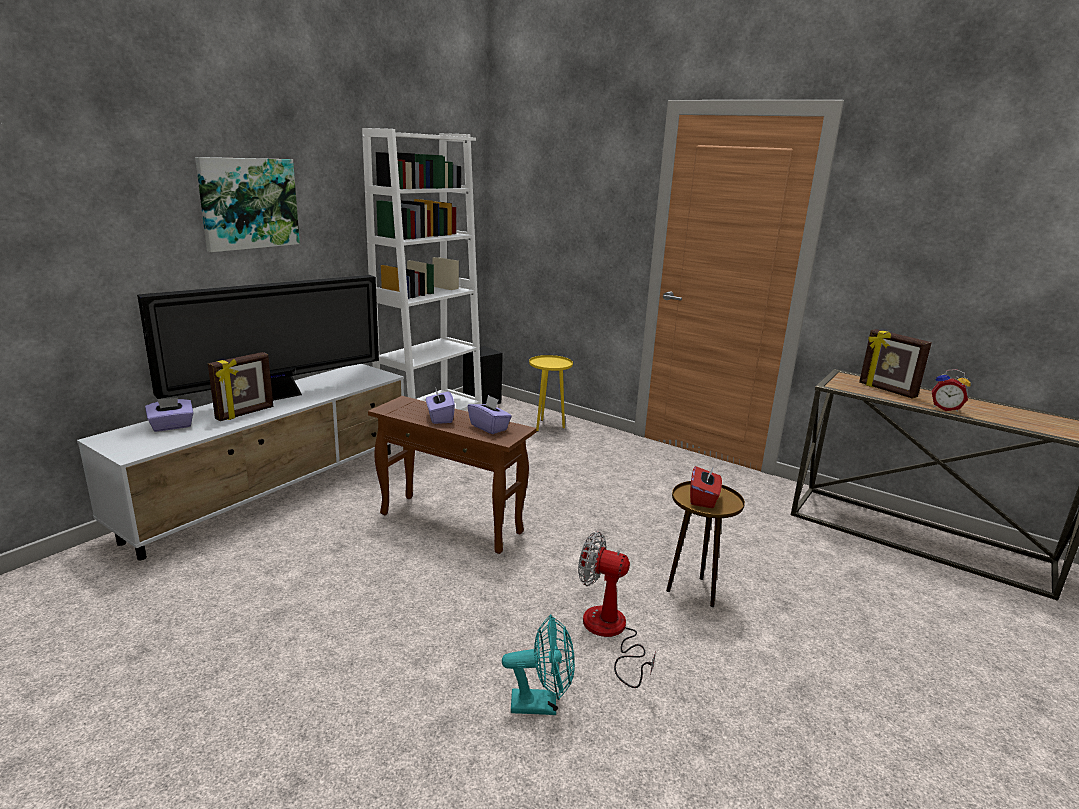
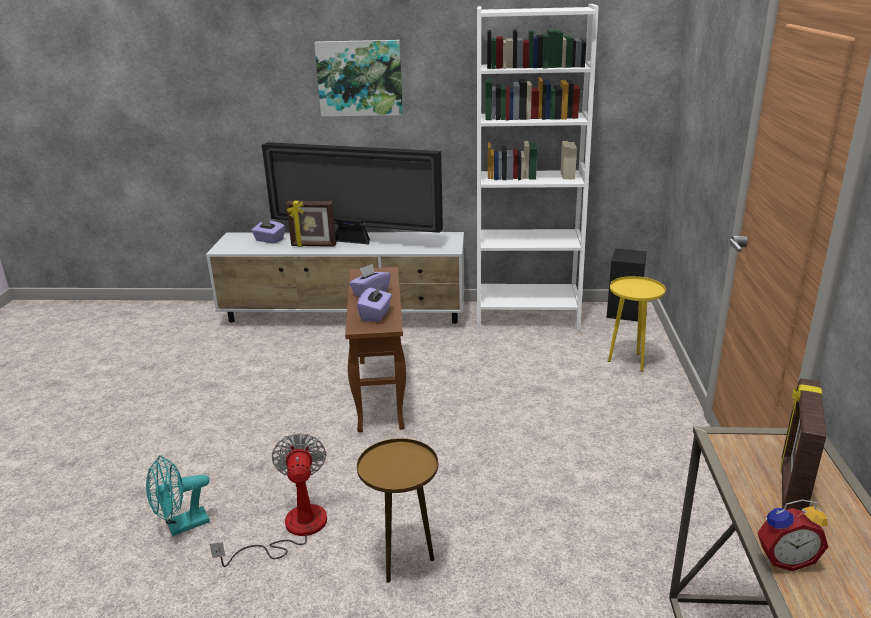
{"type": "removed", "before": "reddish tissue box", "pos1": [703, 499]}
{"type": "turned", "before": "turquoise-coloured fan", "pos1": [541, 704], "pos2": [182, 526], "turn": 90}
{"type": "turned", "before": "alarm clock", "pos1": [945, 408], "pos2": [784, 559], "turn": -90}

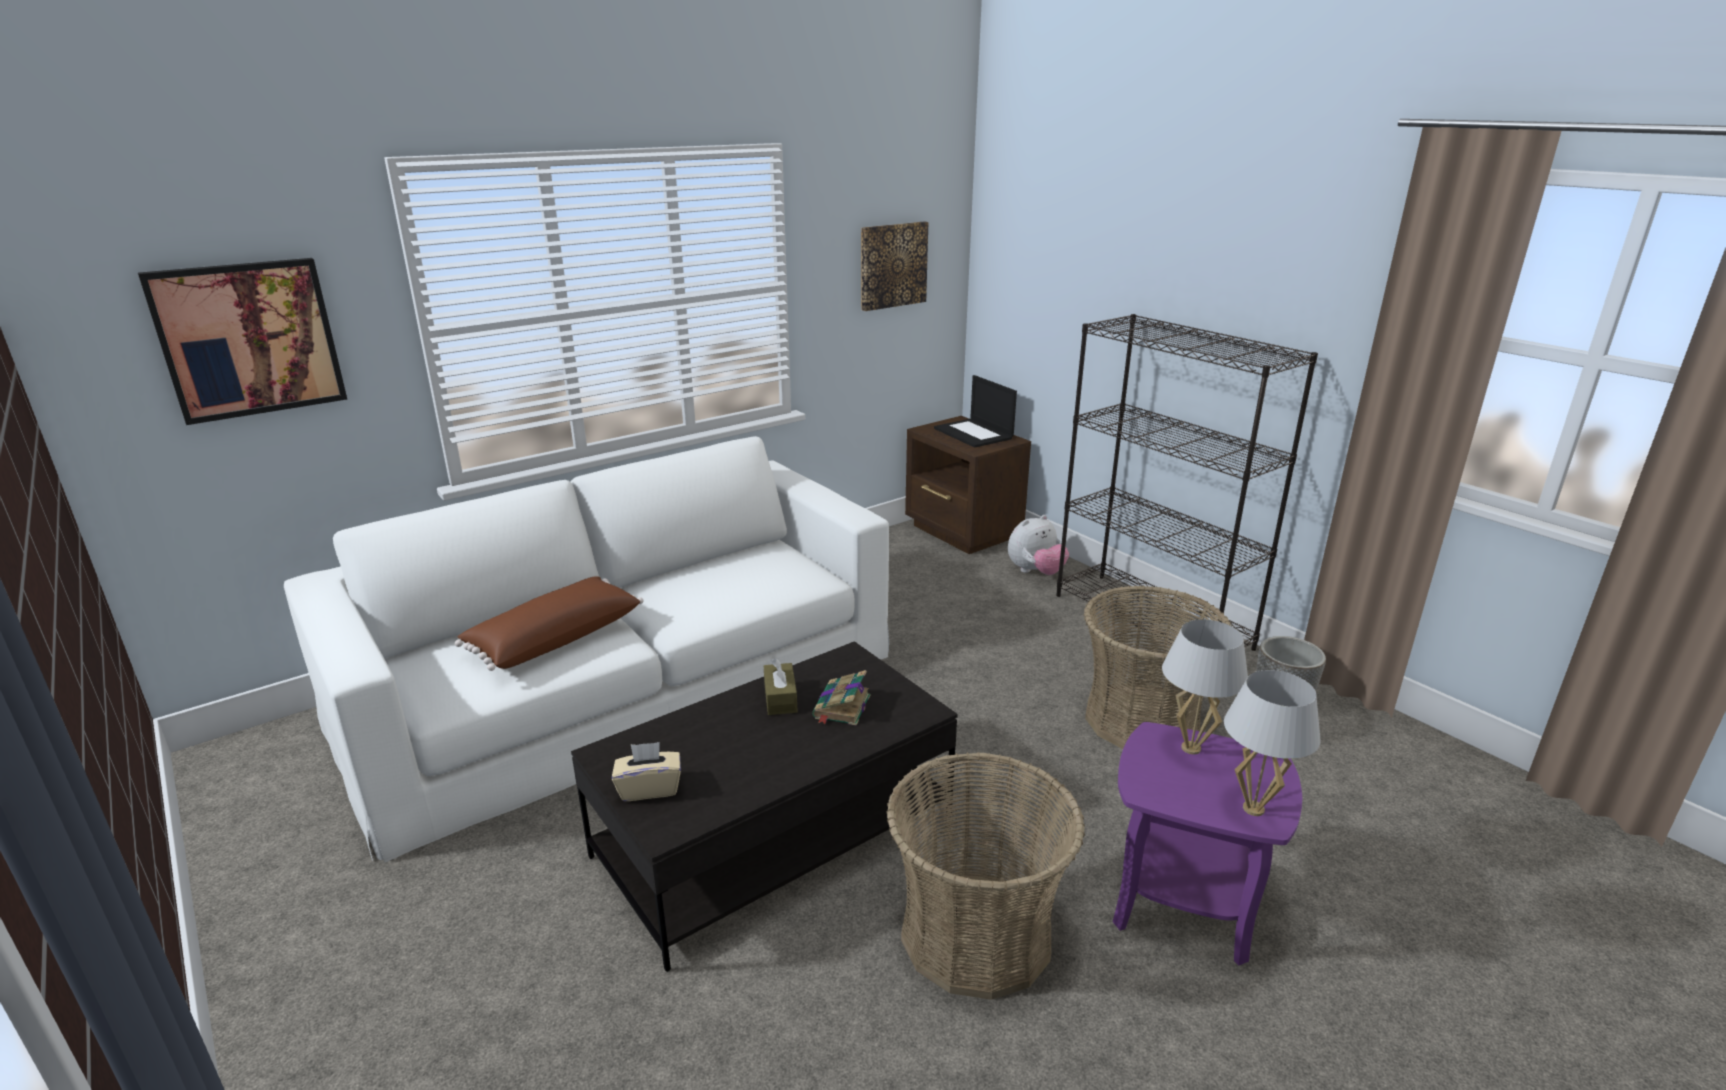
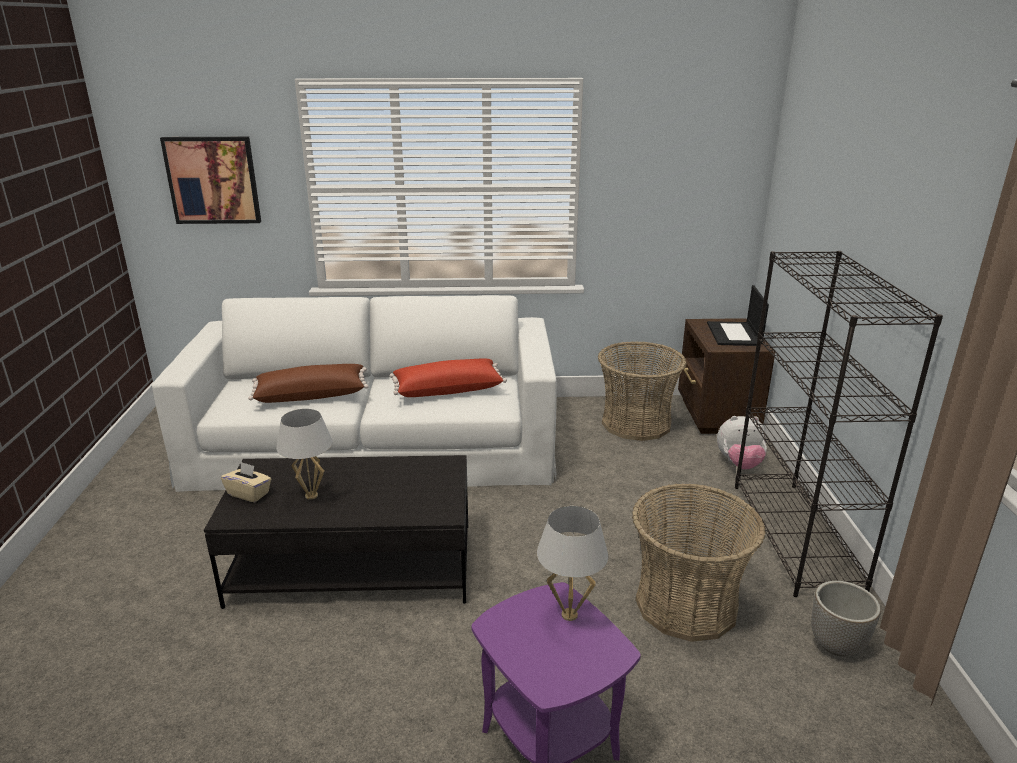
{"type": "removed", "before": "brownish tissue box", "pos1": [780, 698]}
{"type": "removed", "before": "volume", "pos1": [841, 707]}
{"type": "removed", "before": "picture", "pos1": [892, 265]}
{"type": "added", "after": "reddish throw pillow", "pos2": [448, 389]}
{"type": "moved", "before": "storage basket", "pos1": [975, 934], "pos2": [636, 423]}
{"type": "moved", "before": "white lamp for a table", "pos1": [1253, 808], "pos2": [311, 495]}

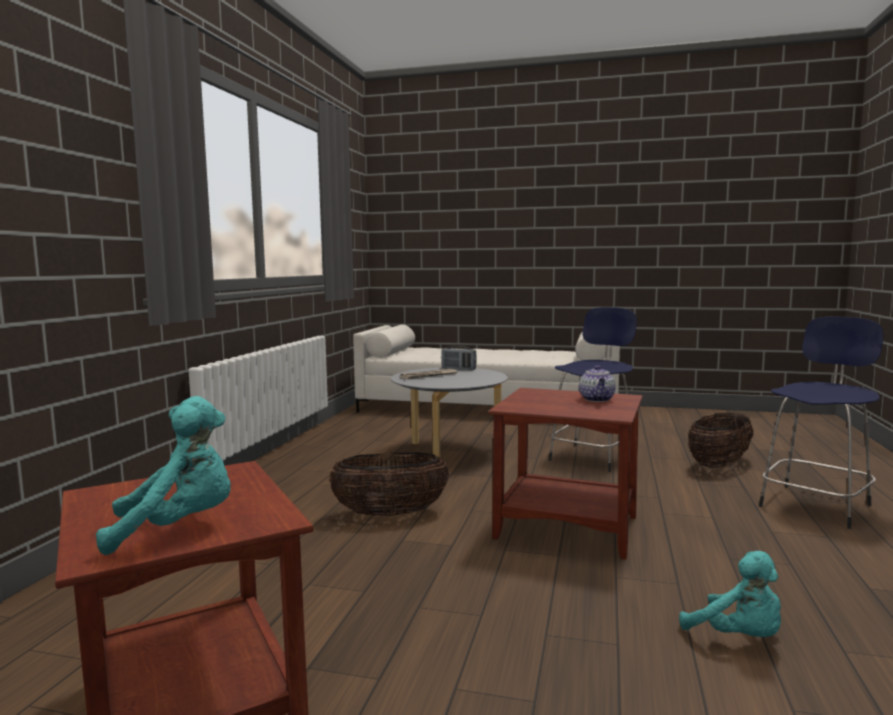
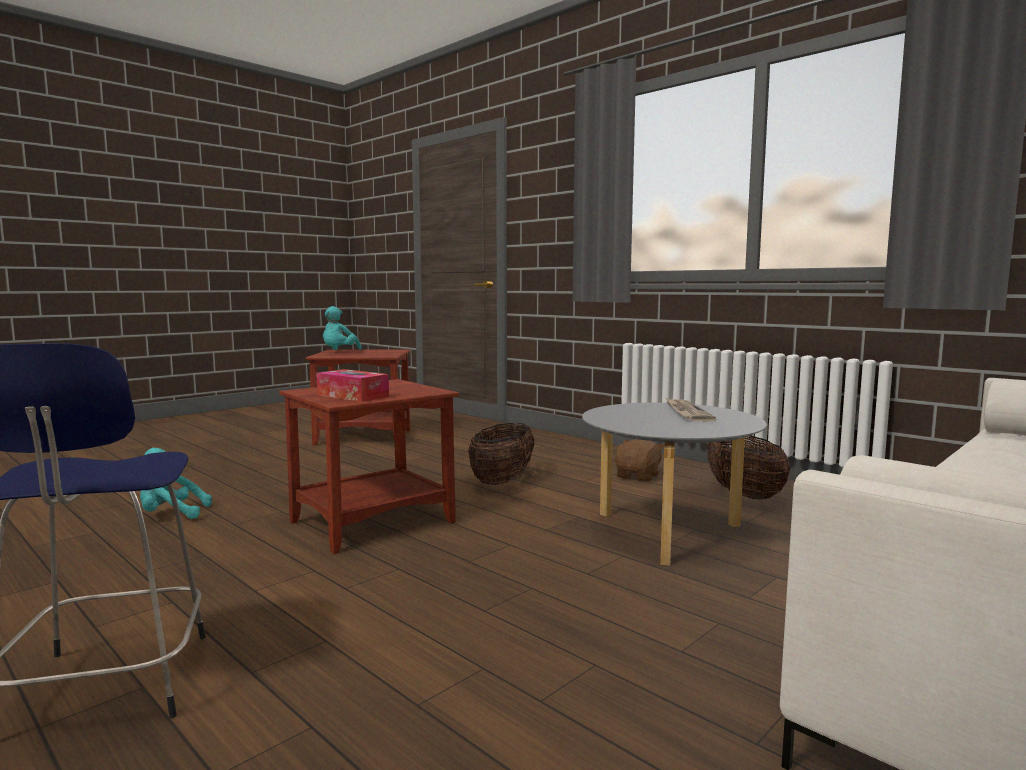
{"type": "removed", "before": "radio set", "pos1": [458, 369]}
{"type": "removed", "before": "blue-coloured stool seat", "pos1": [592, 457]}
{"type": "added", "after": "brownish soft toy", "pos2": [638, 476]}
{"type": "moved", "before": "storage basket", "pos1": [719, 465], "pos2": [743, 494]}
{"type": "replaced", "before": "pot for tea", "after": "tissue box", "pos1": [597, 399], "pos2": [352, 396]}

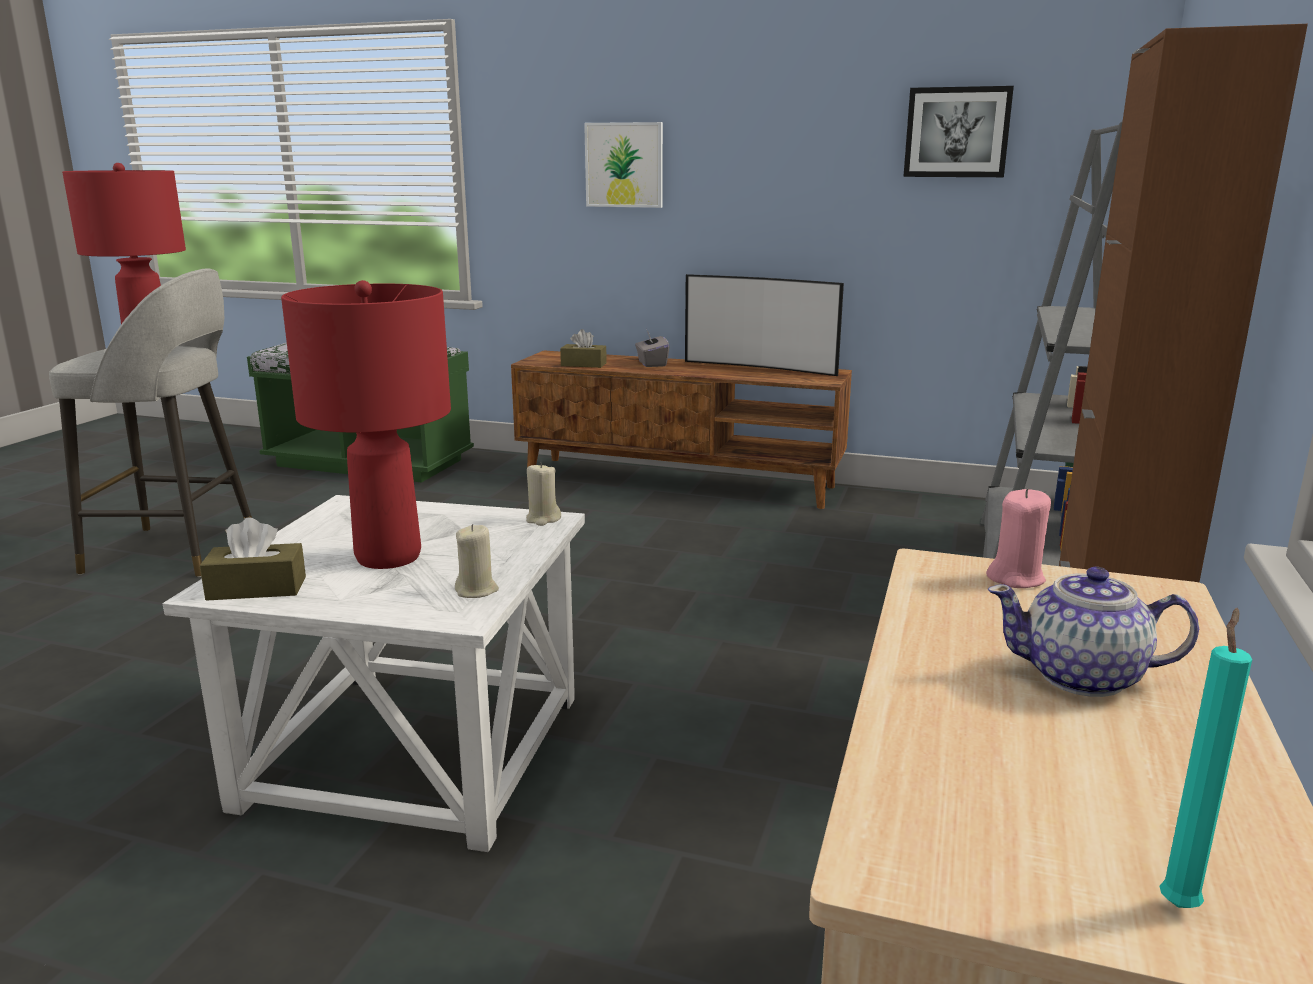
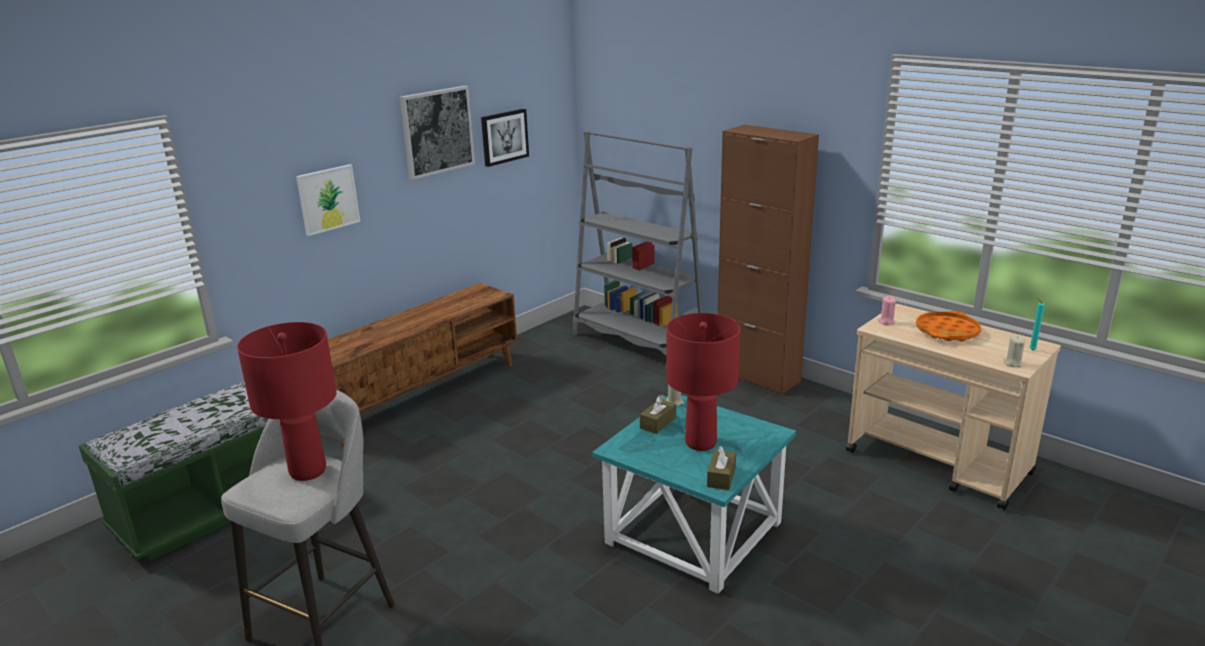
{"type": "removed", "before": "grey tissue box", "pos1": [651, 363]}
{"type": "removed", "before": "TV set", "pos1": [761, 367]}
{"type": "added", "after": "picture", "pos2": [437, 131]}
{"type": "moved", "before": "sand-coloured wax light", "pos1": [477, 590], "pos2": [1012, 363]}
{"type": "moved", "before": "brownish tissue box", "pos1": [583, 364], "pos2": [658, 423]}
{"type": "replaced", "before": "pot for tea", "after": "orangey carrying tray", "pos1": [1083, 677], "pos2": [947, 332]}
{"type": "recoloured", "before": "white end table", "after": "turquoise-coloured end table", "pos1": [416, 754], "pos2": [696, 532]}

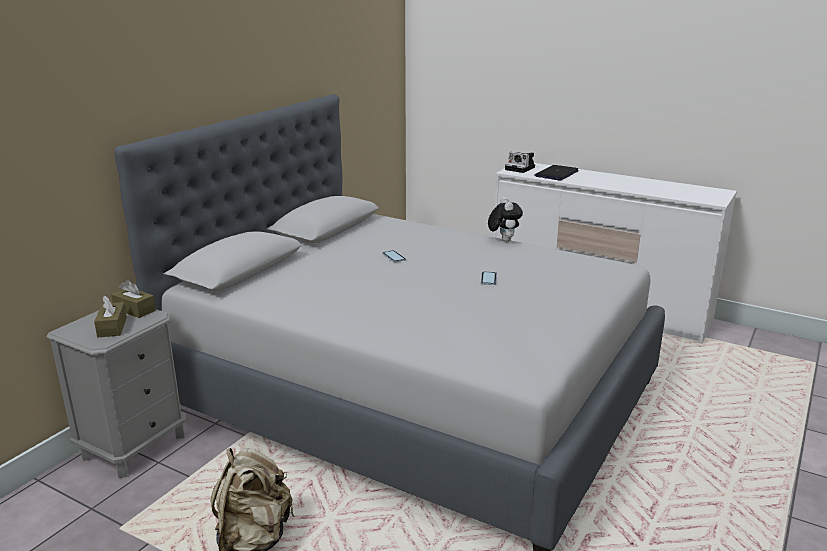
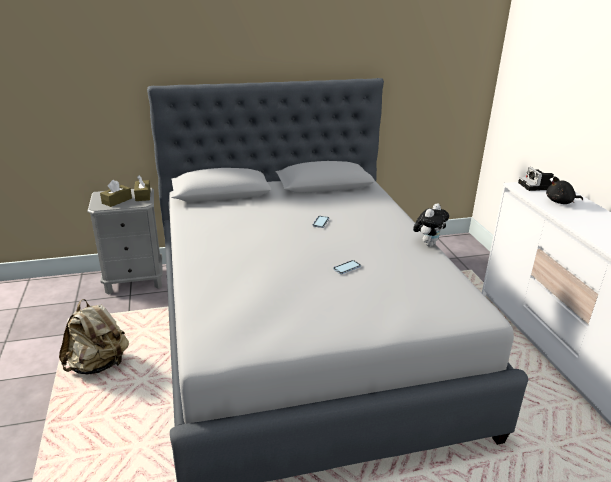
{"type": "replaced", "before": "portable computer", "after": "black-coloured soft toy", "pos1": [556, 174], "pos2": [560, 202]}

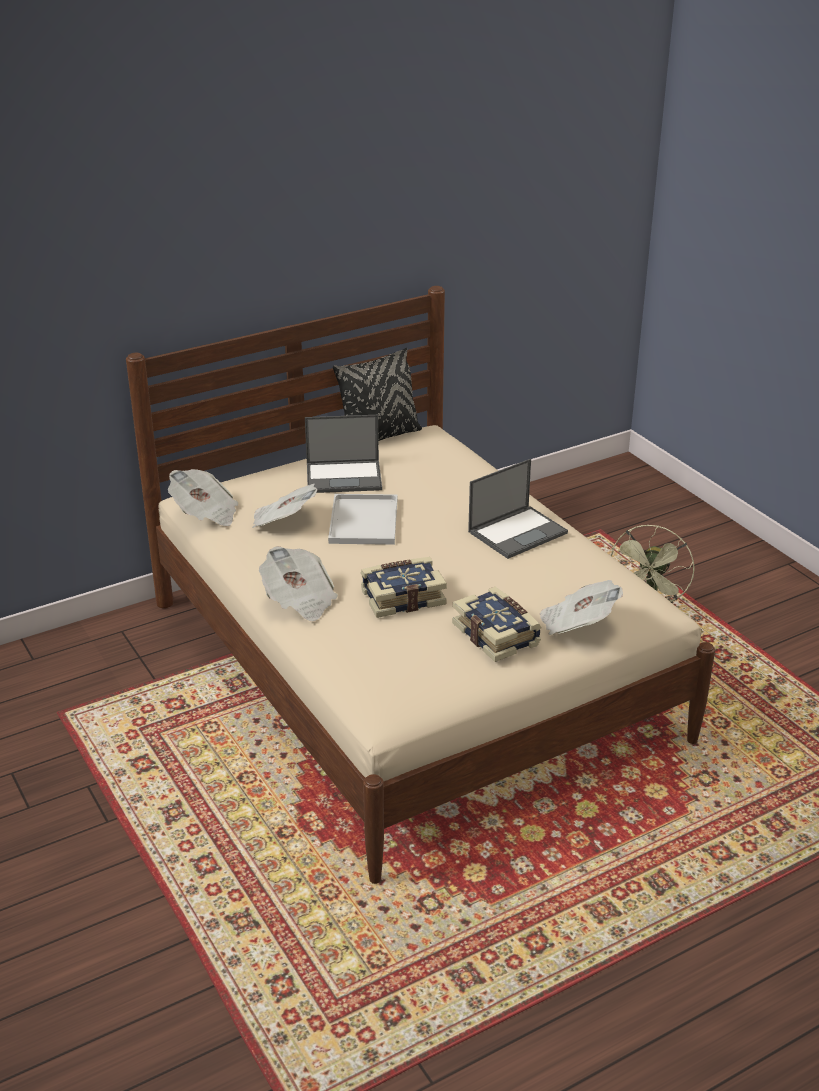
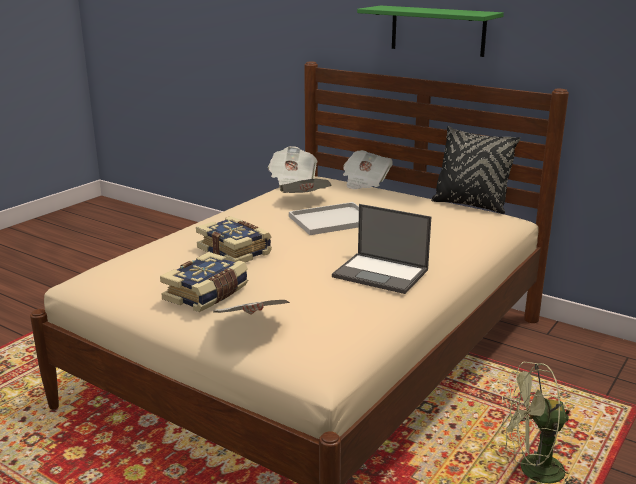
{"type": "removed", "before": "portable computer", "pos1": [345, 477]}
{"type": "added", "after": "greenish shelf", "pos2": [437, 30]}
{"type": "moved", "before": "printed paper", "pos1": [299, 600], "pos2": [365, 182]}

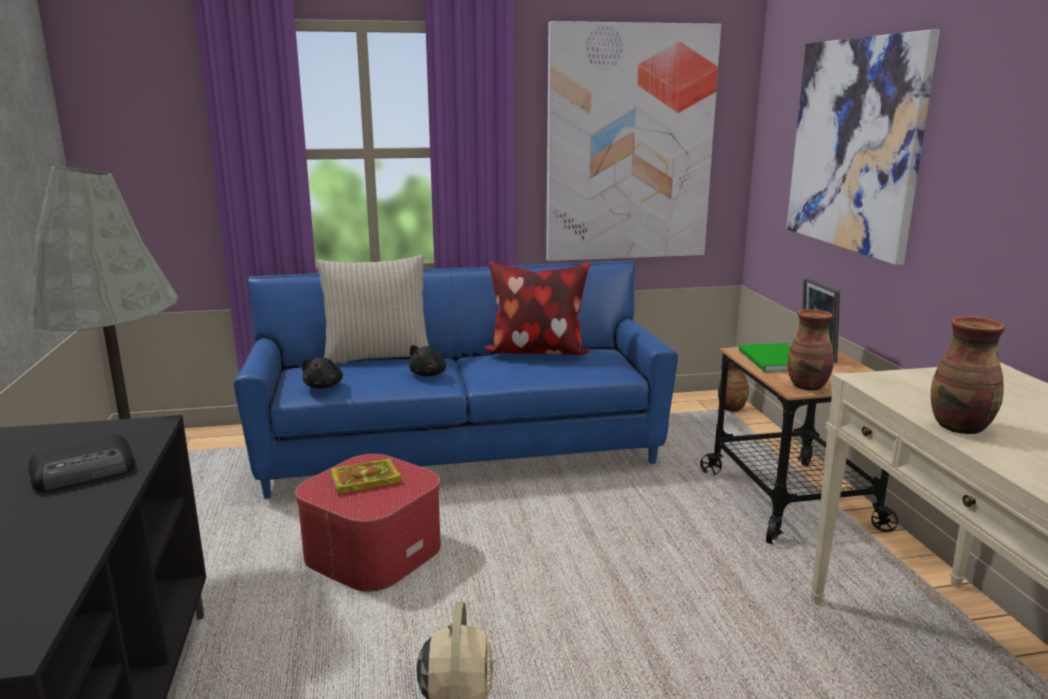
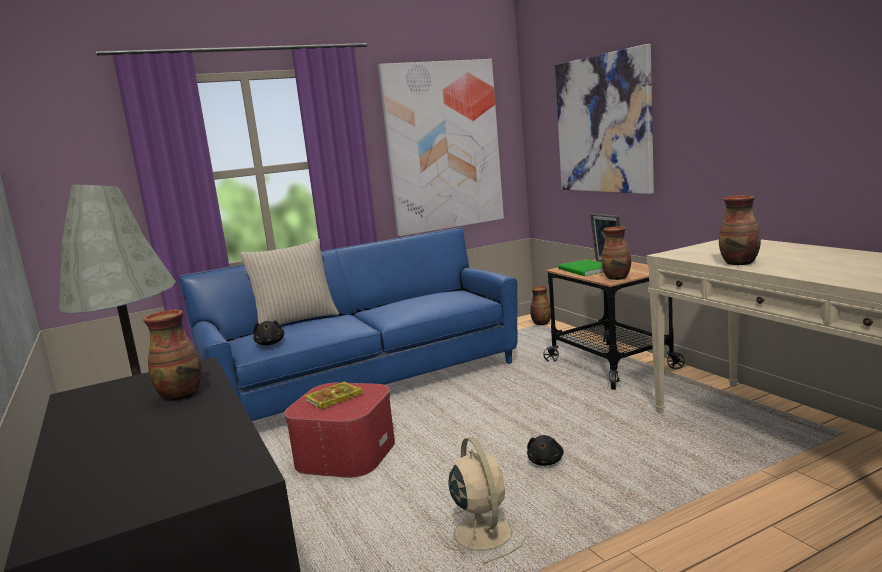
{"type": "removed", "before": "throw pillow", "pos1": [536, 352]}
{"type": "moved", "before": "black-coloured soft toy", "pos1": [429, 374], "pos2": [545, 461]}
{"type": "replaced", "before": "radio set", "after": "vase", "pos1": [86, 472], "pos2": [181, 395]}

